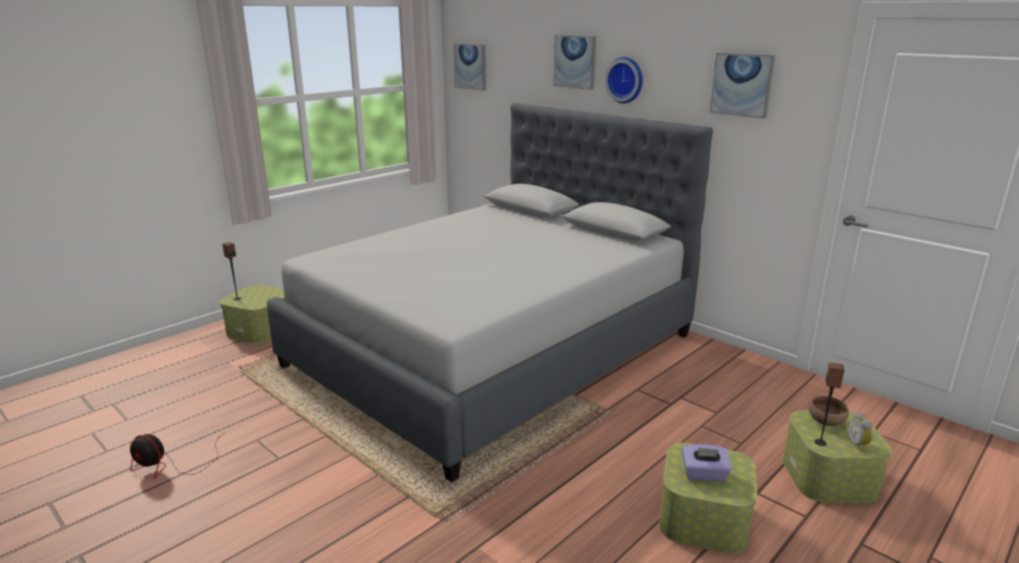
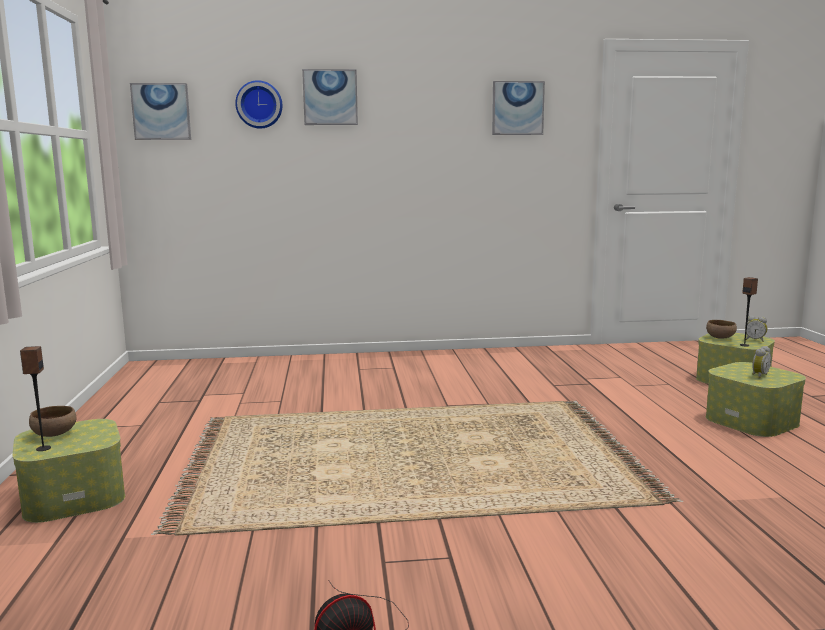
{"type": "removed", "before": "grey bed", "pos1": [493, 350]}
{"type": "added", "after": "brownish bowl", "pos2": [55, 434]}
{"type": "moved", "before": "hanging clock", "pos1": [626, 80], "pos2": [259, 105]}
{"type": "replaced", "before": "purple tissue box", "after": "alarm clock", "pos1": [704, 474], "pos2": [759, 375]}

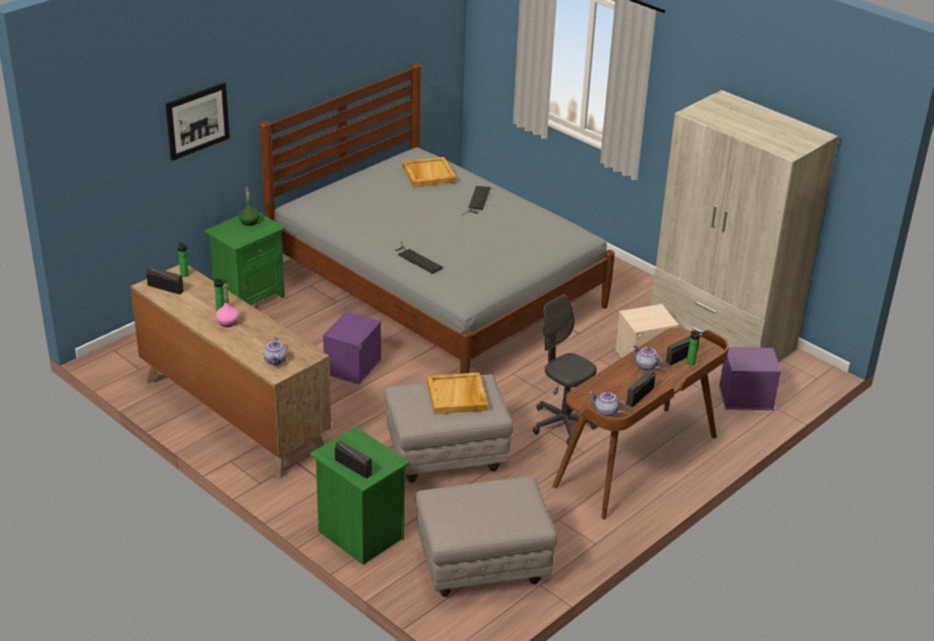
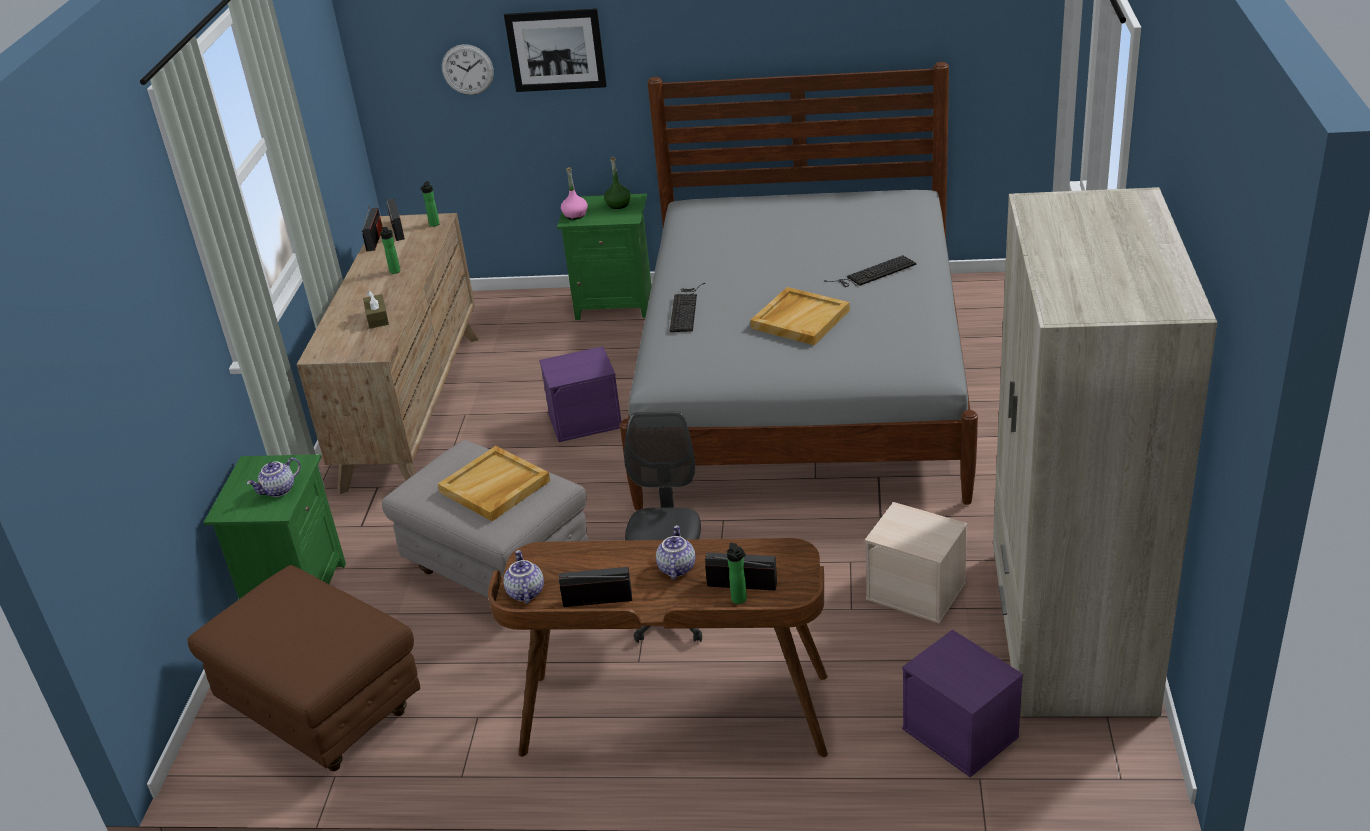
{"type": "added", "after": "brownish tissue box", "pos2": [377, 318]}
{"type": "added", "after": "hanging clock", "pos2": [467, 69]}
{"type": "moved", "before": "pink beverage bottle", "pos1": [228, 322], "pos2": [575, 215]}
{"type": "moved", "before": "pot for tea", "pos1": [276, 361], "pos2": [279, 490]}
{"type": "moved", "before": "radio set", "pos1": [353, 467], "pos2": [374, 239]}
{"type": "moved", "before": "sand-coloured carrying tray", "pos1": [428, 174], "pos2": [800, 319]}
{"type": "recoloured", "before": "grey ottoman", "after": "brownish ottoman", "pos1": [482, 569], "pos2": [321, 713]}

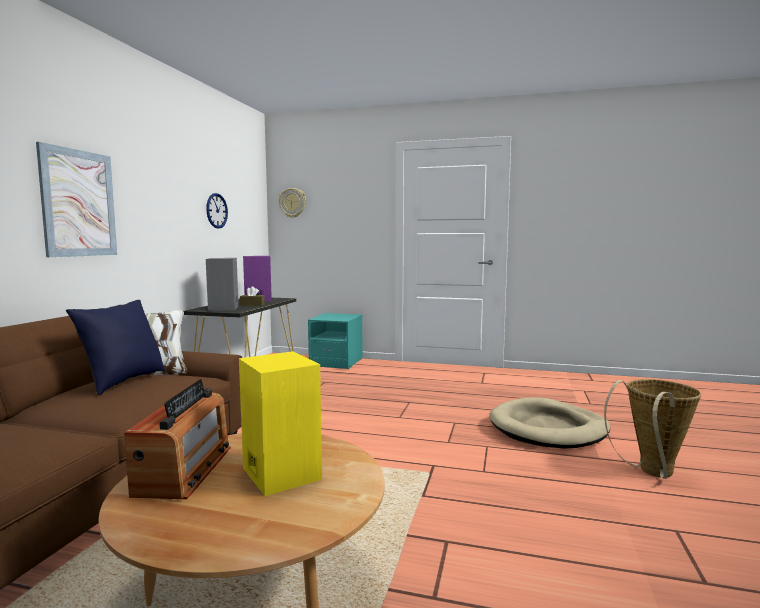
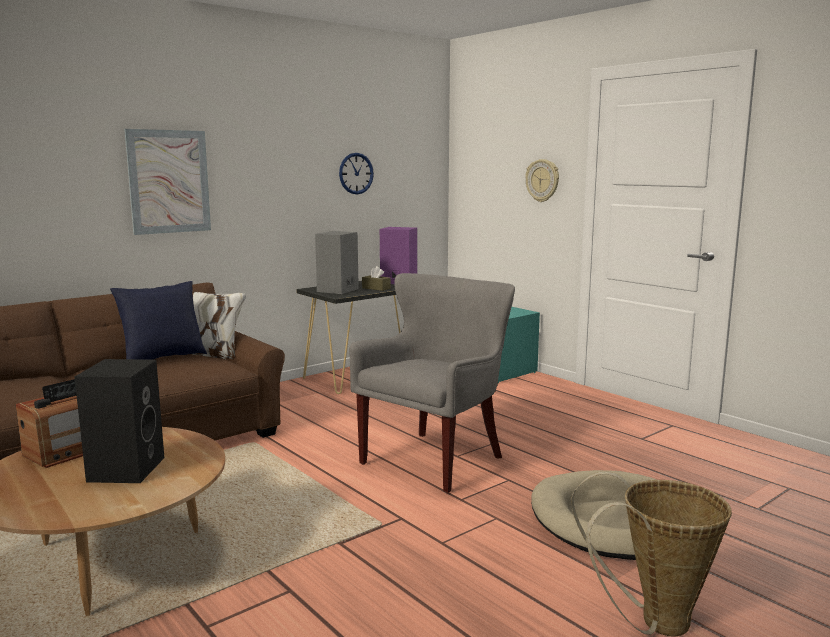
{"type": "added", "after": "grey lounge chair", "pos2": [436, 460]}
{"type": "moved", "before": "hanging clock", "pos1": [292, 203], "pos2": [542, 180]}
{"type": "recoloured", "before": "yellow-coloured loudspeaker", "after": "black-coloured loudspeaker", "pos1": [279, 473], "pos2": [126, 468]}

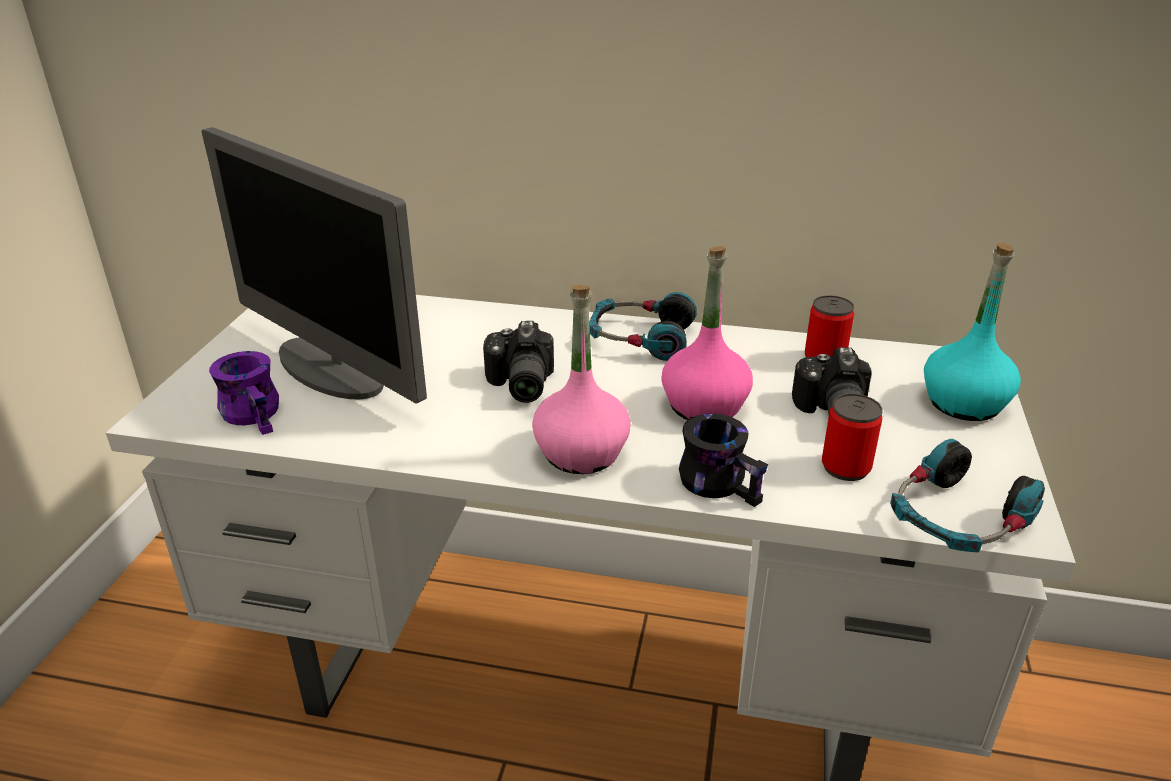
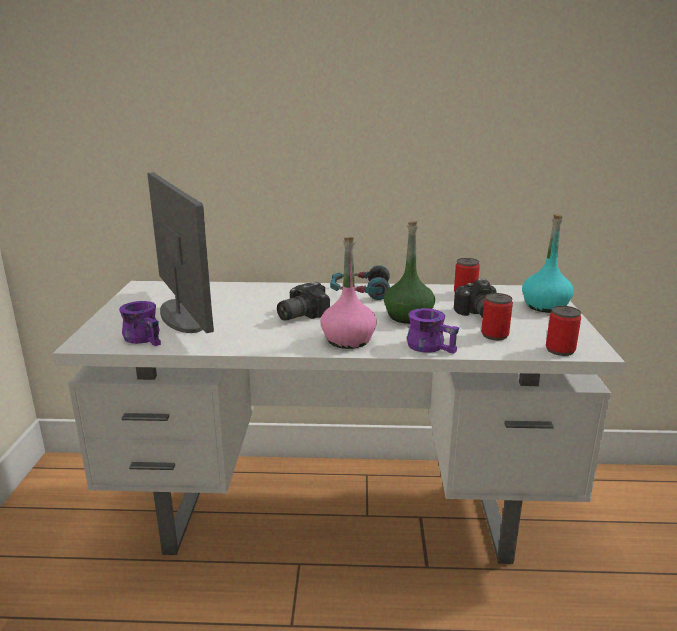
{"type": "replaced", "before": "pair of headphones", "after": "can", "pos1": [957, 519], "pos2": [560, 350]}
{"type": "recoloured", "before": "pink beverage bottle", "after": "greenish beverage bottle", "pos1": [704, 406], "pos2": [408, 316]}
{"type": "recoloured", "before": "black-coloured mug", "after": "purple mug", "pos1": [722, 482], "pos2": [431, 346]}
{"type": "turned", "before": "monitor", "pos1": [331, 370], "pos2": [183, 316], "turn": -150}
{"type": "turned", "before": "photo camera", "pos1": [518, 385], "pos2": [299, 315], "turn": 60}

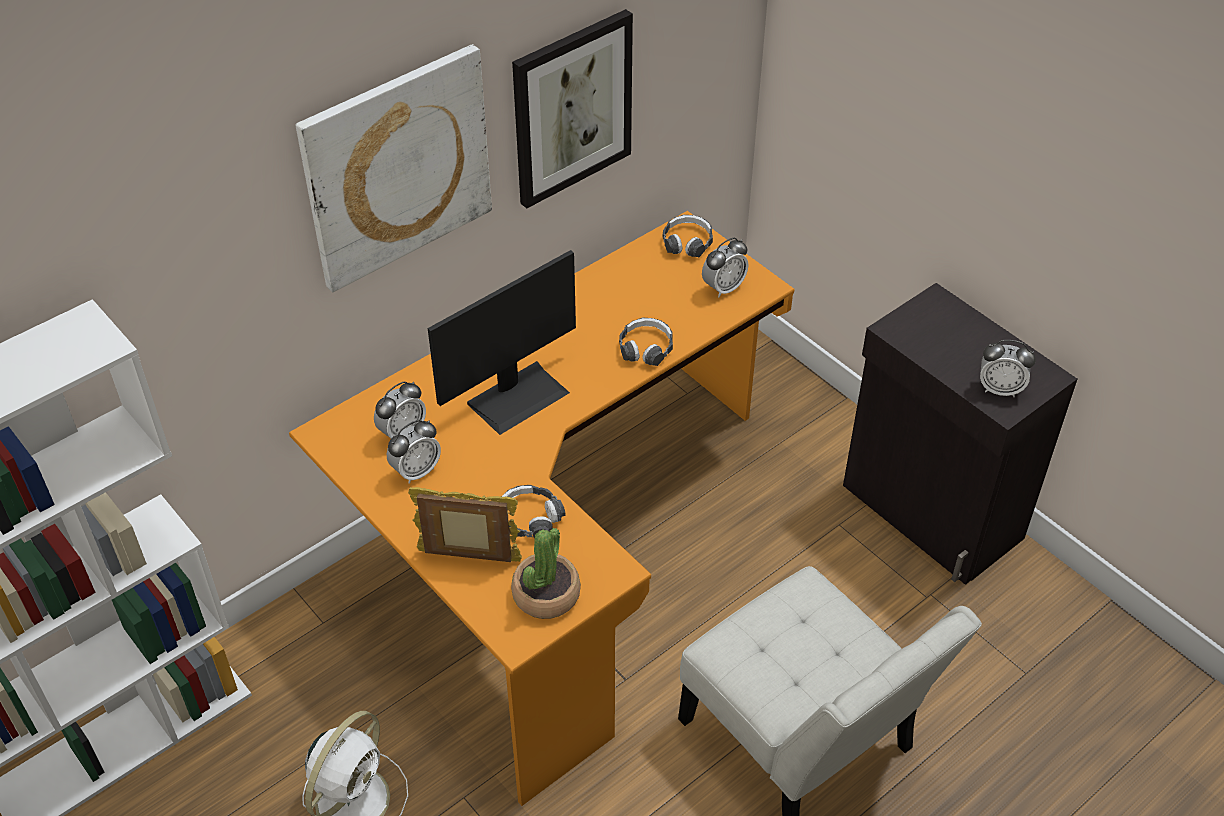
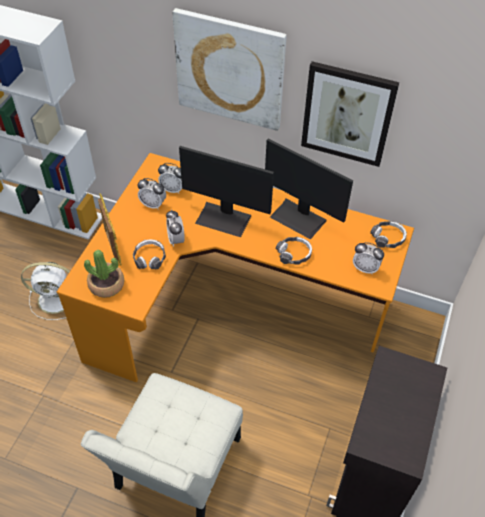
{"type": "added", "after": "monitor", "pos2": [299, 218]}
{"type": "moved", "before": "alarm clock", "pos1": [1000, 389], "pos2": [176, 239]}

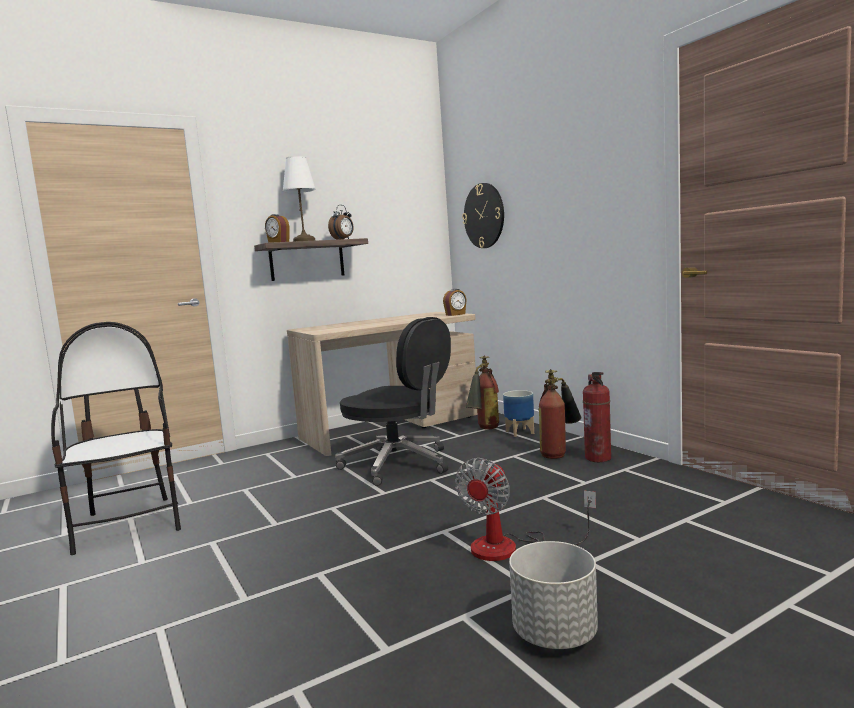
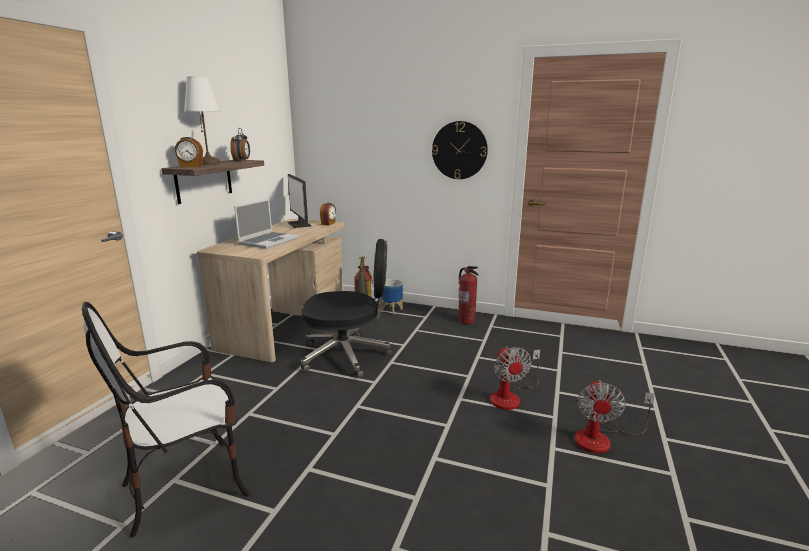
{"type": "removed", "before": "fire-fighting cylinder", "pos1": [560, 453]}
{"type": "added", "after": "portable computer", "pos2": [268, 241]}
{"type": "added", "after": "monitor", "pos2": [300, 224]}
{"type": "moved", "before": "hanging clock", "pos1": [484, 216], "pos2": [459, 150]}
{"type": "replaced", "before": "grey flower pot", "after": "fan", "pos1": [555, 634], "pos2": [601, 438]}
{"type": "turned", "before": "chair", "pos1": [129, 524], "pos2": [187, 485], "turn": -60}

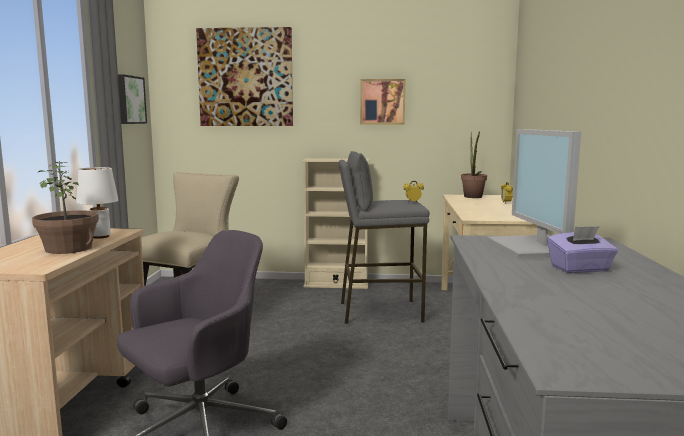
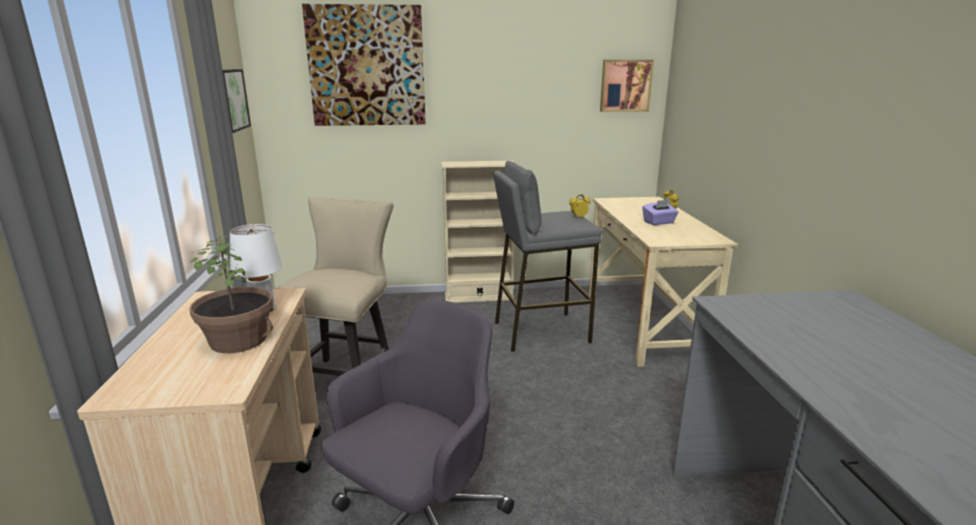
{"type": "removed", "before": "plant in a pot", "pos1": [473, 197]}
{"type": "removed", "before": "monitor", "pos1": [536, 248]}
{"type": "moved", "before": "picture", "pos1": [382, 102], "pos2": [625, 85]}
{"type": "moved", "before": "purple tissue box", "pos1": [580, 269], "pos2": [659, 222]}

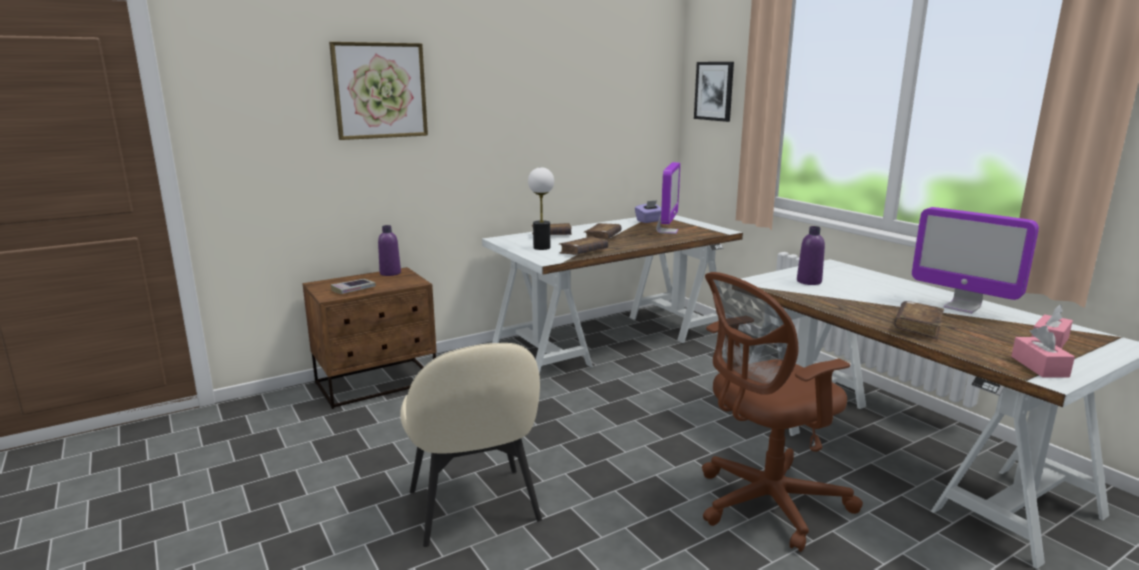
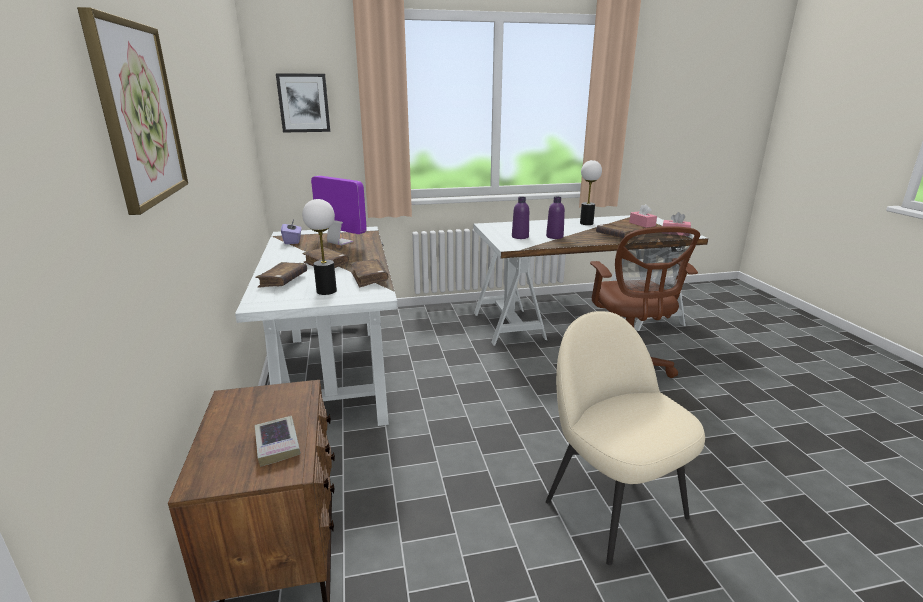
{"type": "moved", "before": "purple beverage bottle", "pos1": [390, 273], "pos2": [554, 237]}
{"type": "replaced", "before": "monitor", "after": "lamp for a table", "pos1": [962, 307], "pos2": [586, 223]}
{"type": "turned", "before": "sand-coloured chair", "pos1": [474, 508], "pos2": [612, 506], "turn": -120}

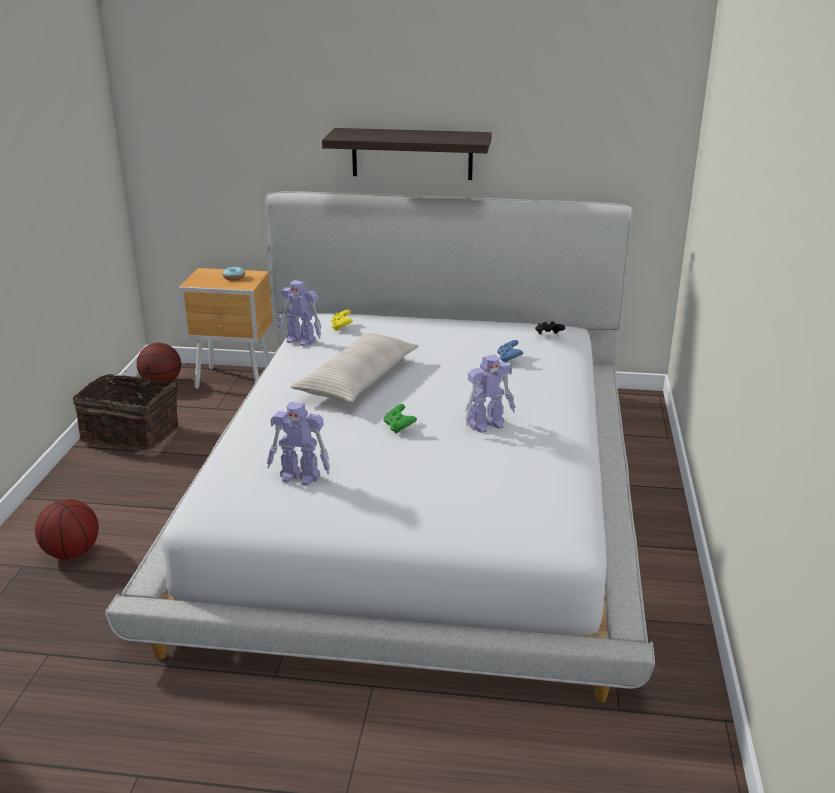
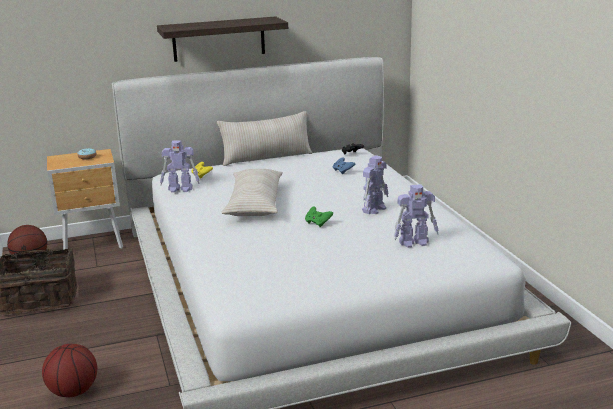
{"type": "added", "after": "sand-coloured throw pillow", "pos2": [266, 158]}
{"type": "moved", "before": "robot figure", "pos1": [300, 477], "pos2": [415, 242]}

